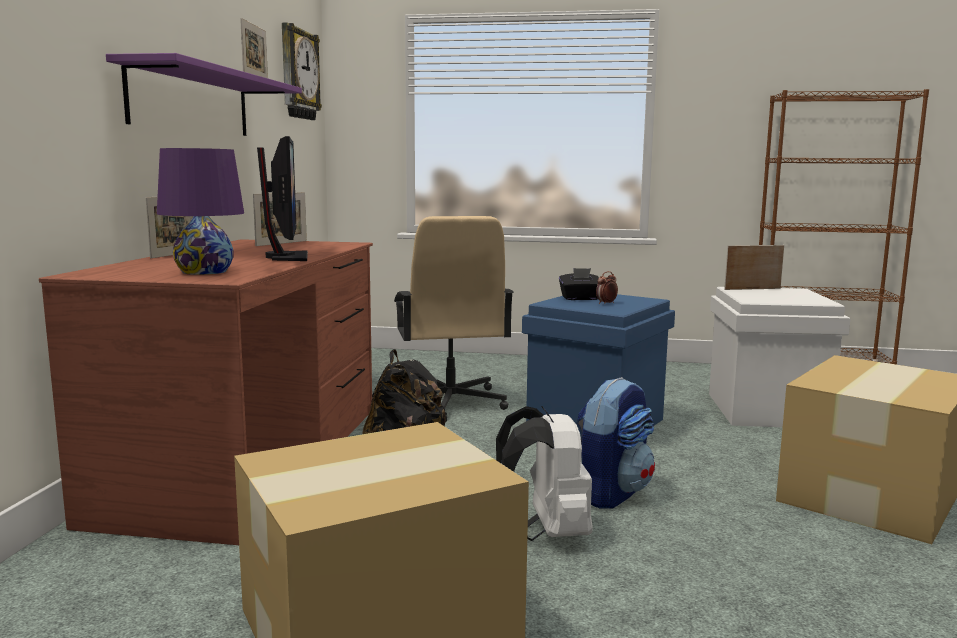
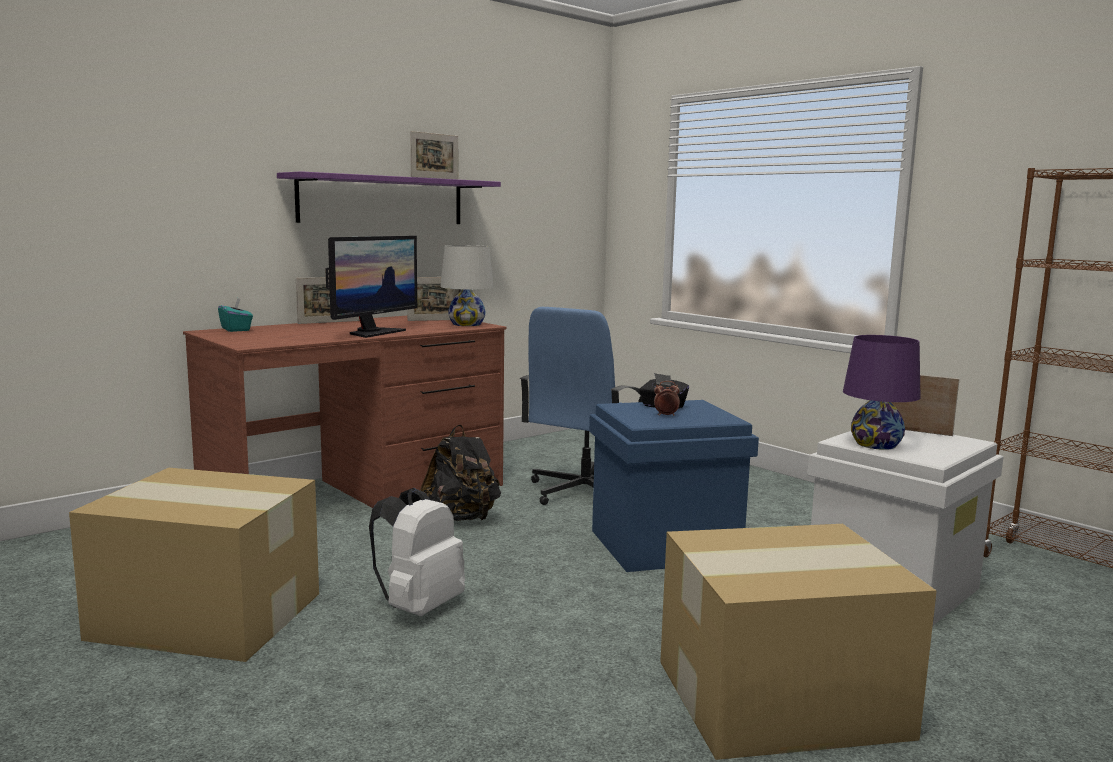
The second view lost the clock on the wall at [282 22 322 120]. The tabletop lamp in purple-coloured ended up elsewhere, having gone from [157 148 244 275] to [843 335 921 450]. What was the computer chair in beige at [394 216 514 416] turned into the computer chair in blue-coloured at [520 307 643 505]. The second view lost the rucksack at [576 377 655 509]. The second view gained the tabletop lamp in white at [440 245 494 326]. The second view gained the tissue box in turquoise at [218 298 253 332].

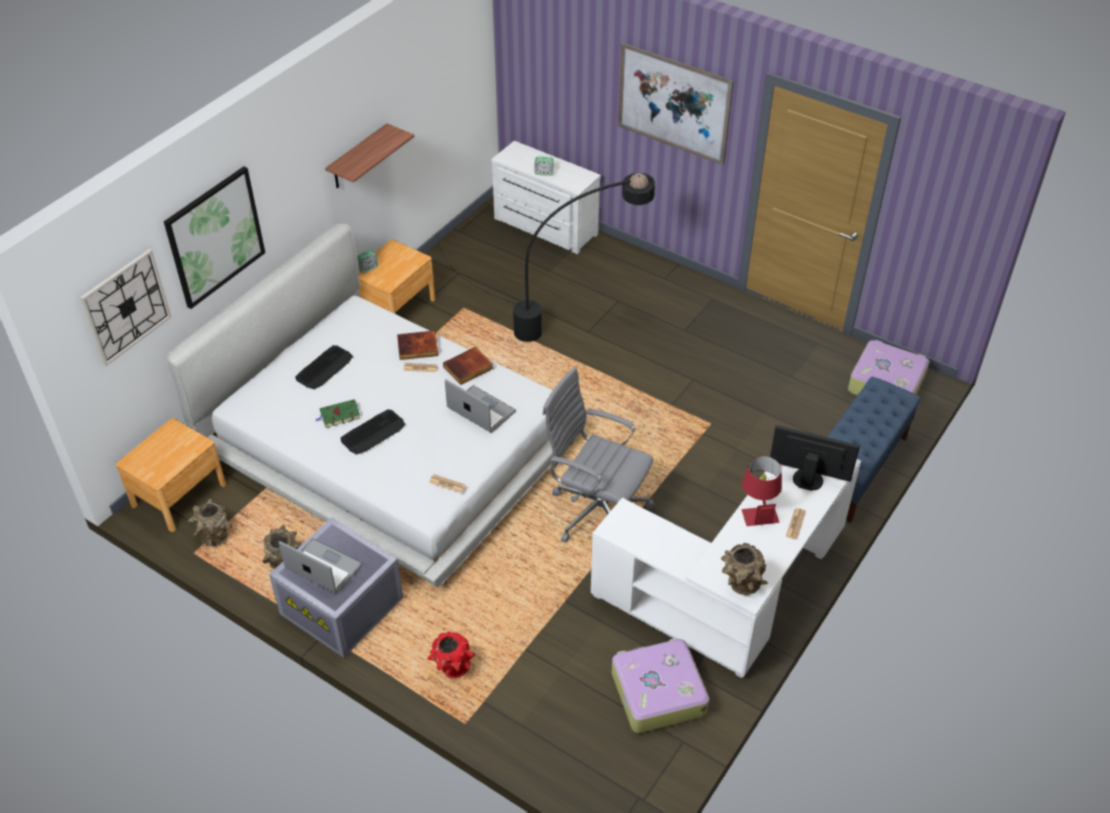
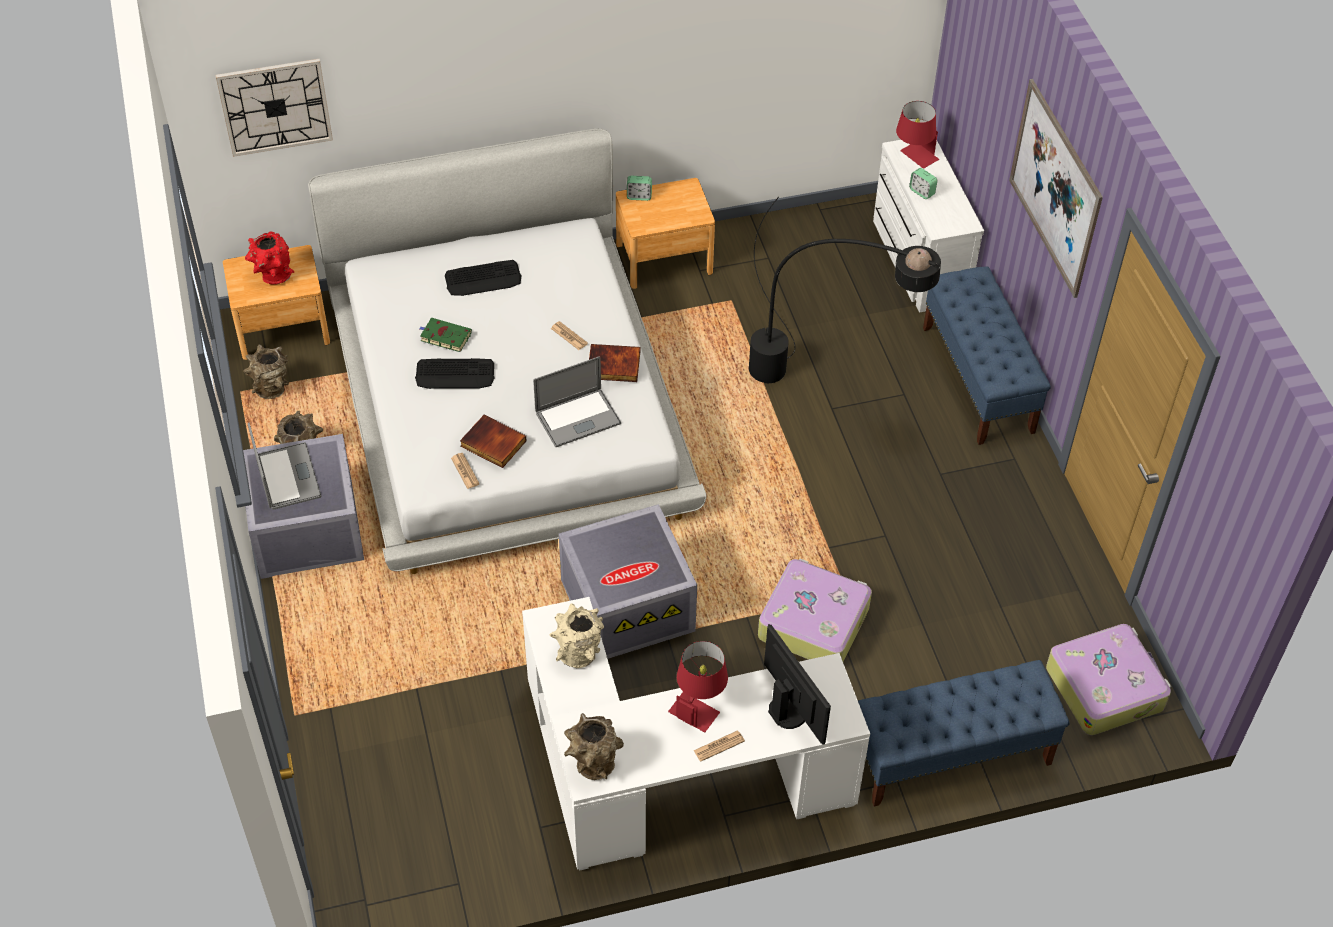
The second view lost the wall shelf at [325 123 414 188]. The second view lost the wall art at [164 166 265 309]. The volume ended up elsewhere, having gone from [397 331 439 360] to [460 415 526 468]. Where the computer chair in grey stood at [542 367 655 543], the storage box in grey came to stand at [559 504 697 659]. The portable computer at [445 379 516 433] ended up facing another way, 75 degrees clockwise from before. The flower vase in reddish ended up elsewhere, having gone from [428 631 475 678] to [245 231 294 285]. The suitcase ended up elsewhere, having gone from [612 638 709 733] to [758 558 872 662]. The second view gained the tabletop lamp in reddish at [896 101 939 169]. The second view gained the bench in blue-coloured at [923 266 1051 445]. The second view gained the flower vase in beige at [549 603 604 668].

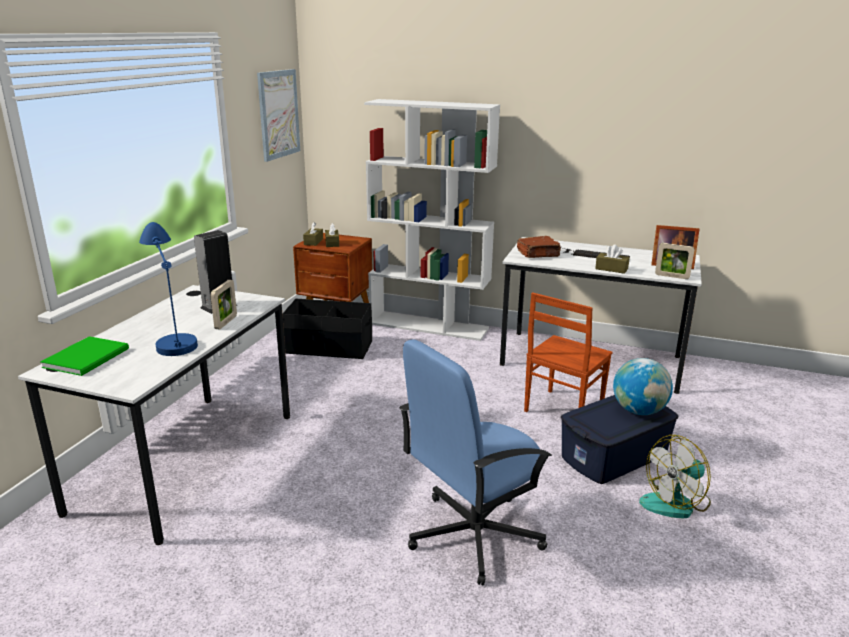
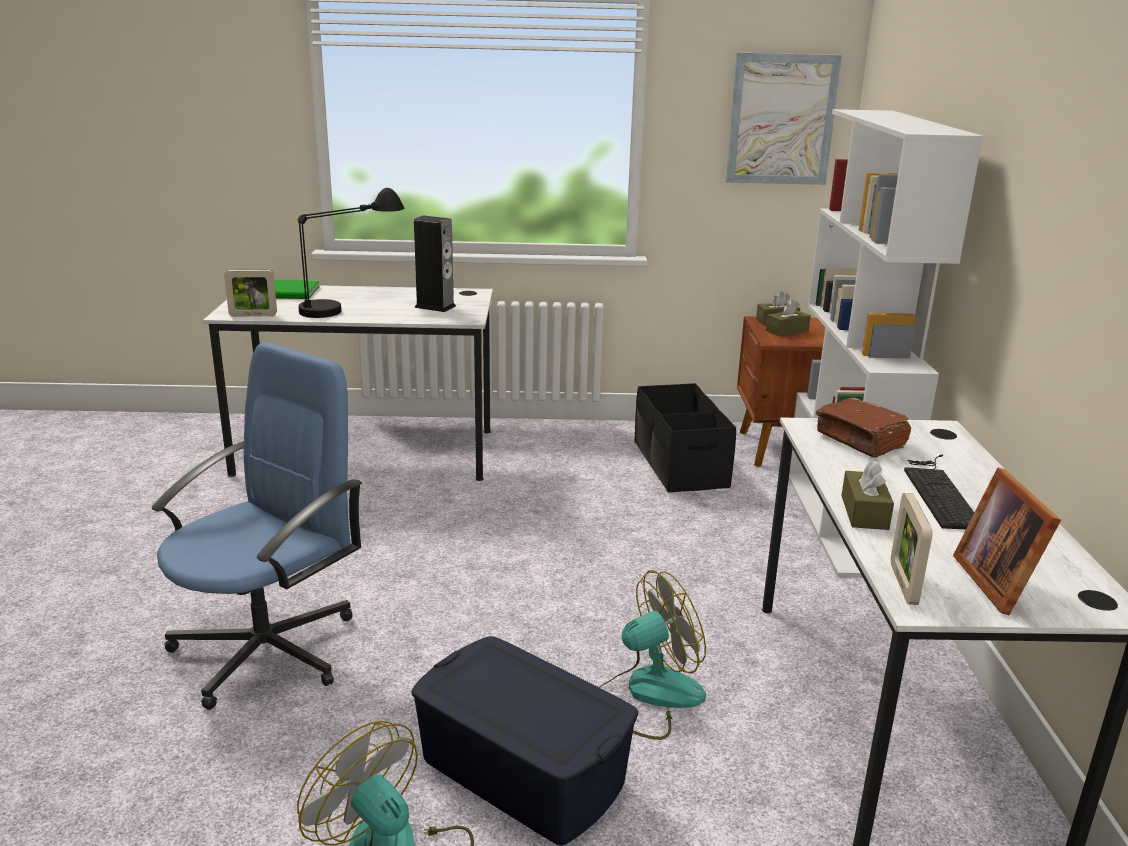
What was the tabletop lamp in blue-coloured at [139 222 198 356] turned into the tabletop lamp in blackish at [298 188 405 318]. The standing frame ended up elsewhere, having gone from [211 280 237 329] to [224 270 277 317]. Where the plain chair in brownish stood at [524 292 613 412], the fan came to stand at [599 570 706 740]. The computer chair in blue-coloured at [399 339 552 585] ended up facing another way, 90 degrees clockwise from before. The second view lost the desk globe at [613 358 673 415].

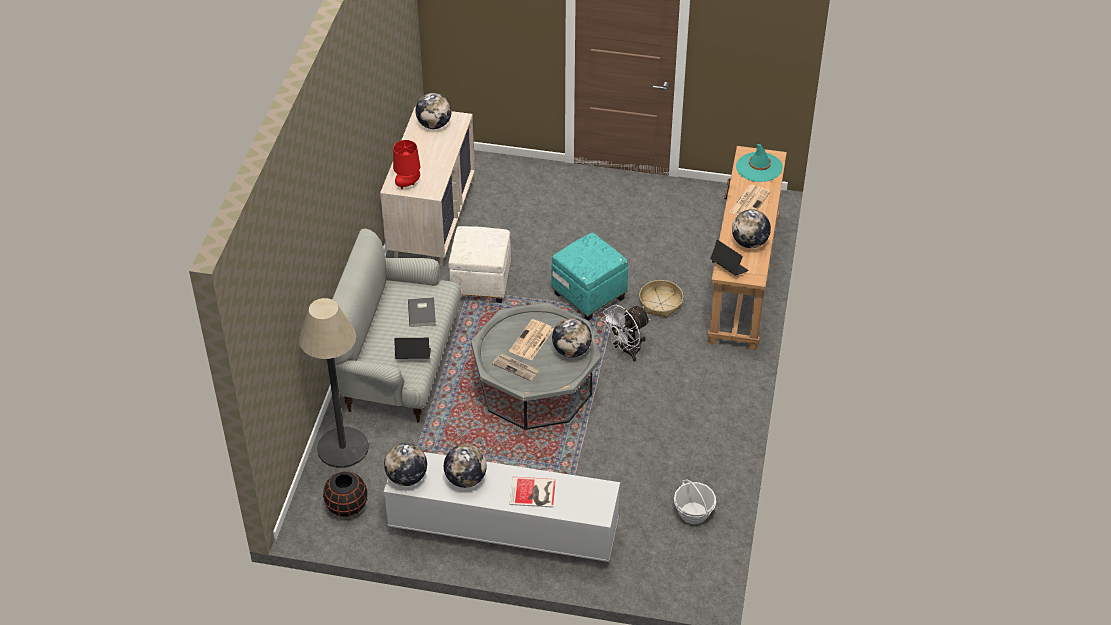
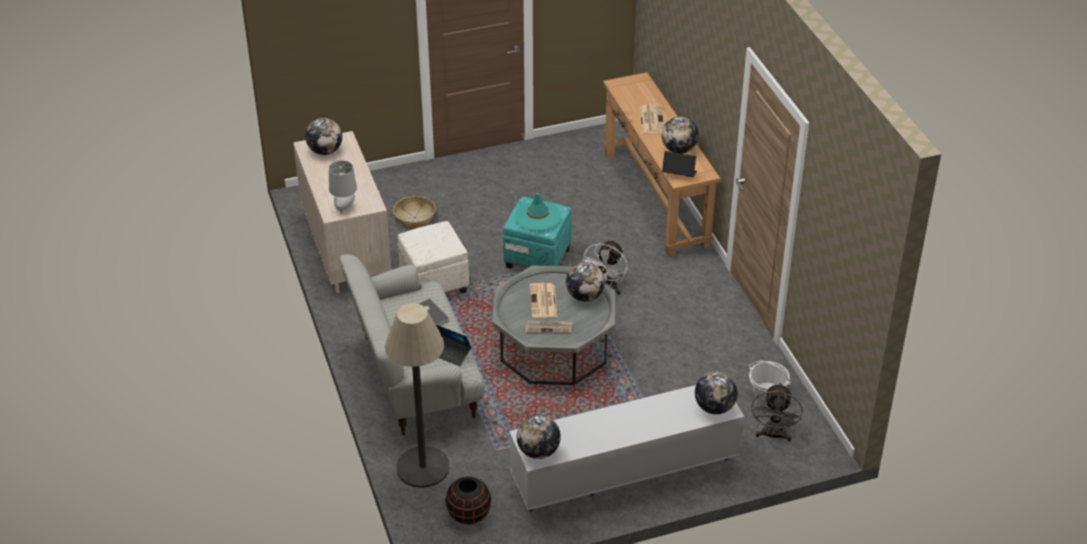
What was the tabletop lamp in reddish at [393 140 420 189] turned into the tabletop lamp in grey at [329 160 357 213]. The hat in turquoise ended up elsewhere, having gone from [736 144 783 182] to [514 193 561 231]. The household basket ended up elsewhere, having gone from [639 280 683 318] to [393 196 435 230]. The portable computer at [394 338 431 359] ended up facing another way, 120 degrees counterclockwise from before. The desk globe ended up elsewhere, having gone from [444 444 487 488] to [695 371 738 414]. The second view lost the volume at [510 477 556 508]. The second view gained the fan in grey at [751 383 803 442].

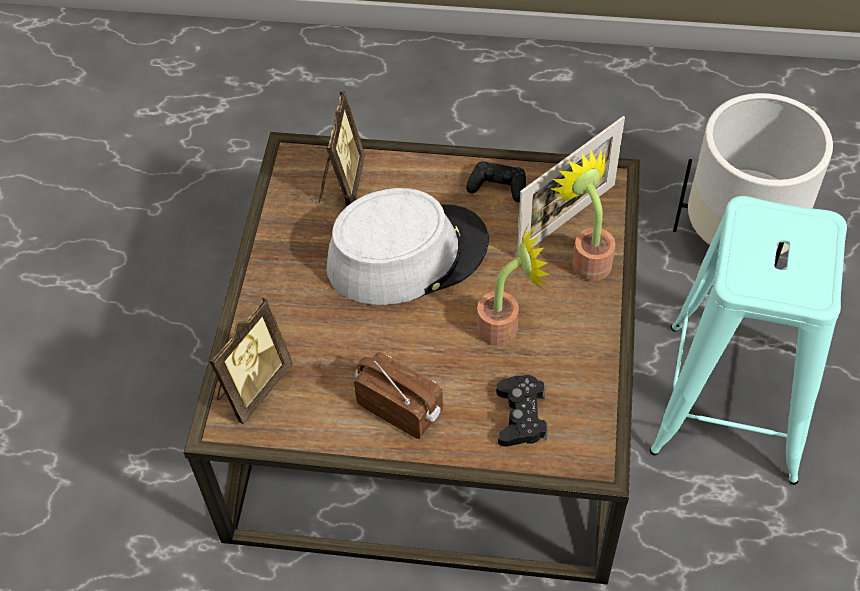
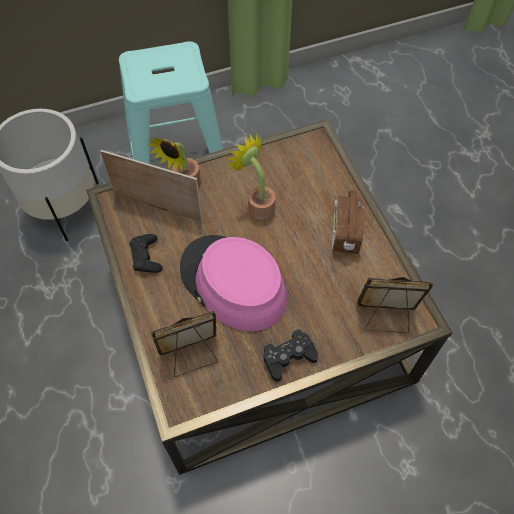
What was the hat in grey at [326 188 489 305] turned into the hat in pink-coloured at [180 235 287 331]. The gamepad in blackish ended up elsewhere, having gone from [496 375 548 447] to [263 329 318 382].

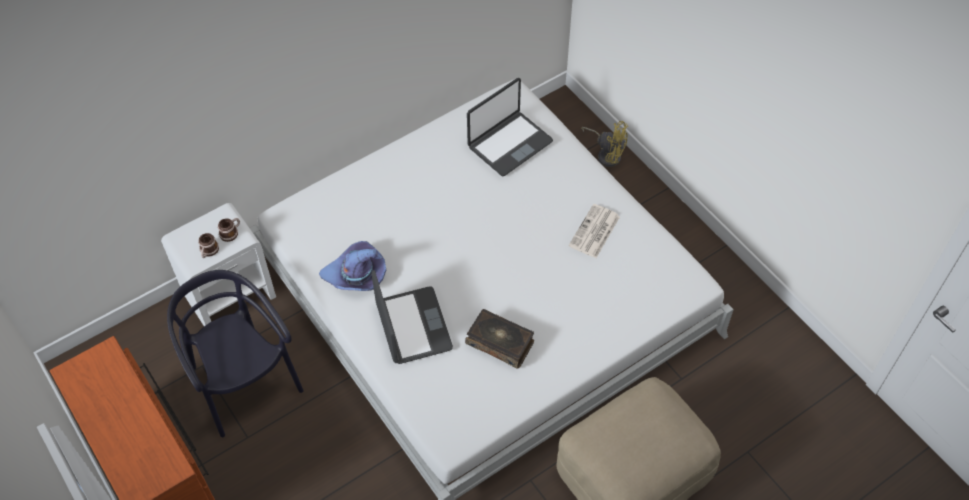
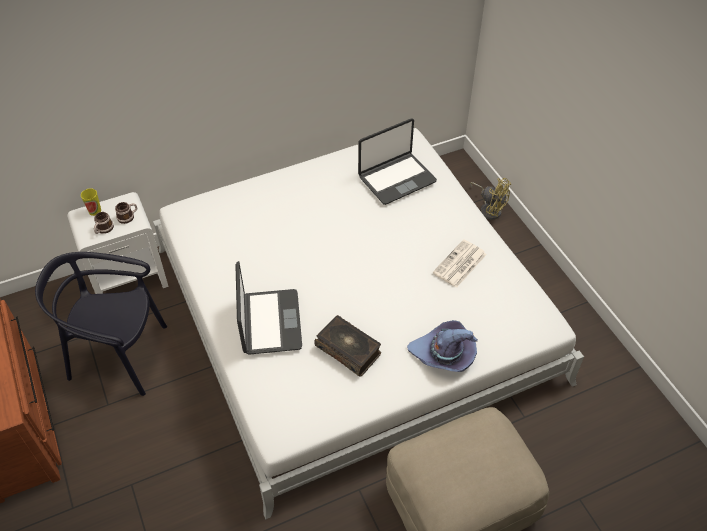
The hat in purple-coloured ended up elsewhere, having gone from [319 241 386 291] to [407 320 478 372]. The plain chair in blackish at [167 270 303 437] ended up facing another way, 60 degrees counterclockwise from before. The second view gained the small cup at [81 188 101 216].

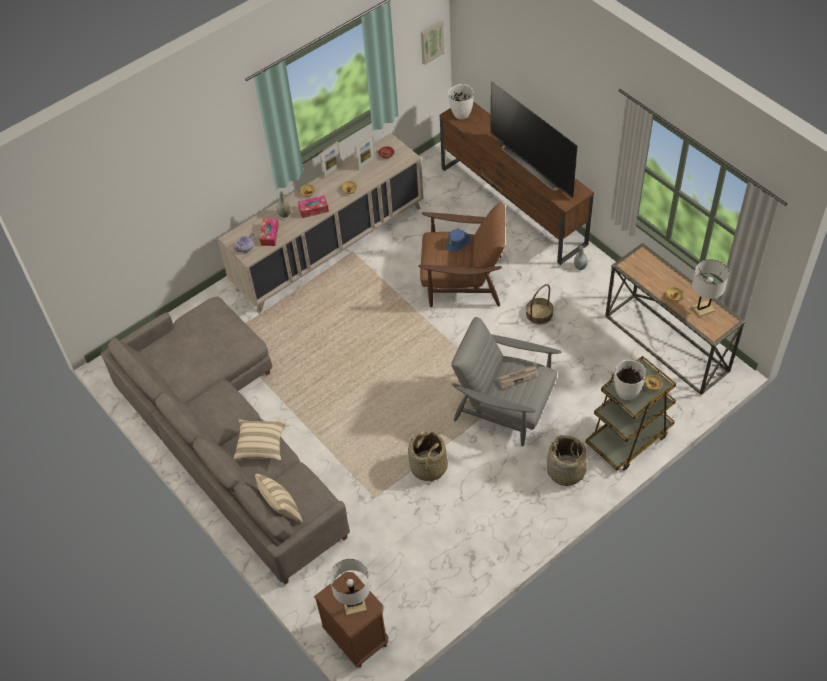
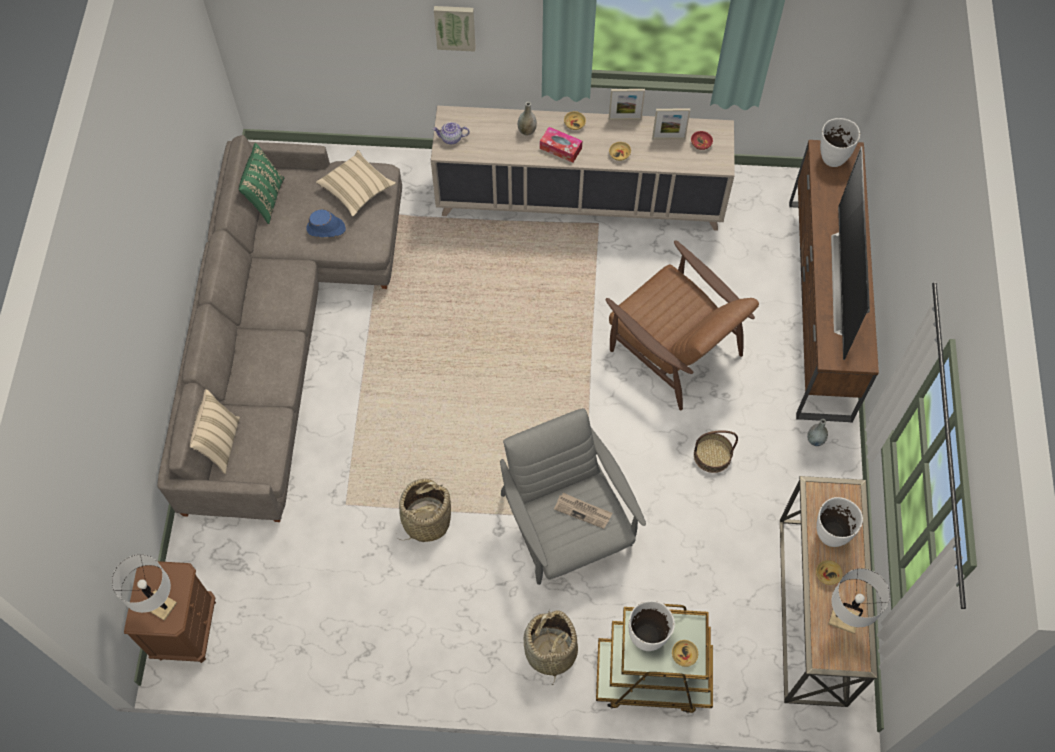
The wall art ended up elsewhere, having gone from [421 21 445 65] to [434 6 476 52]. The second view lost the tissue box at [260 218 279 246]. The hat in blue-coloured ended up elsewhere, having gone from [446 229 471 252] to [306 210 346 237]. The cushion in beige ended up elsewhere, having gone from [233 419 286 461] to [316 150 396 216]. The second view gained the cushion in green-coloured at [238 143 284 224]. The second view gained the flower vase in white at [816 497 863 547].

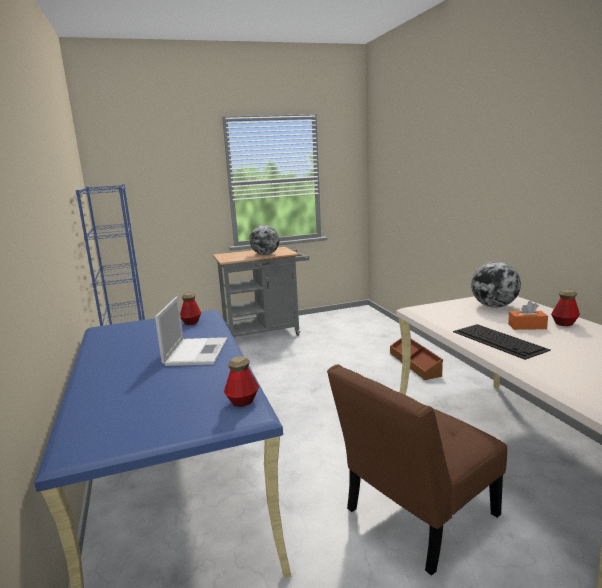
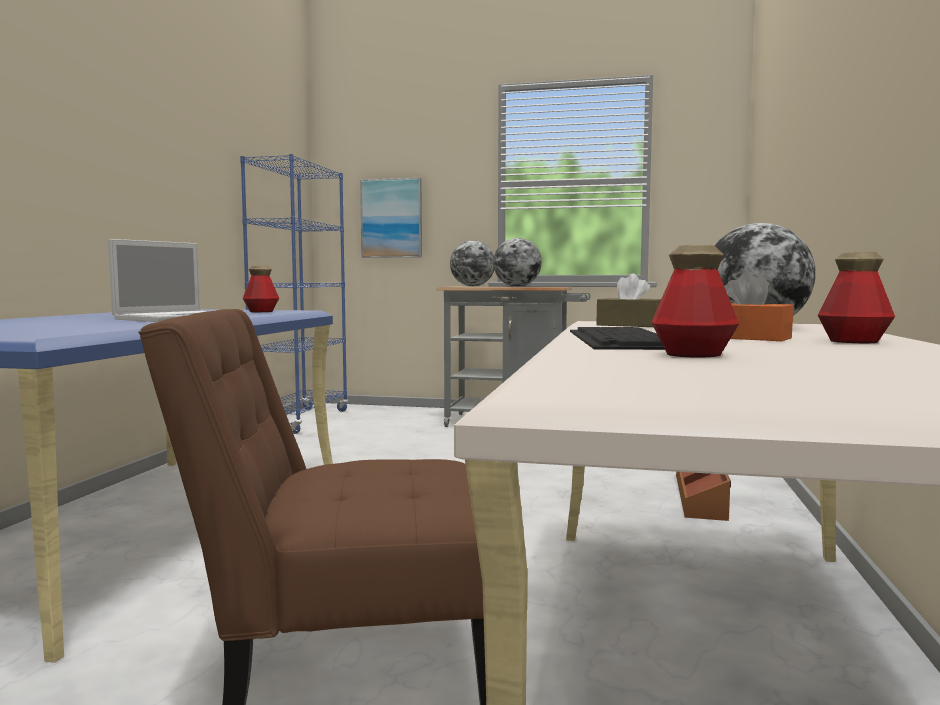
The beverage bottle ended up elsewhere, having gone from [224 356 259 407] to [651 245 739 357]. The second view gained the wall art at [360 178 422 258]. The second view gained the desk globe at [450 240 494 286]. The second view gained the tissue box in brownish at [596 273 661 327].

